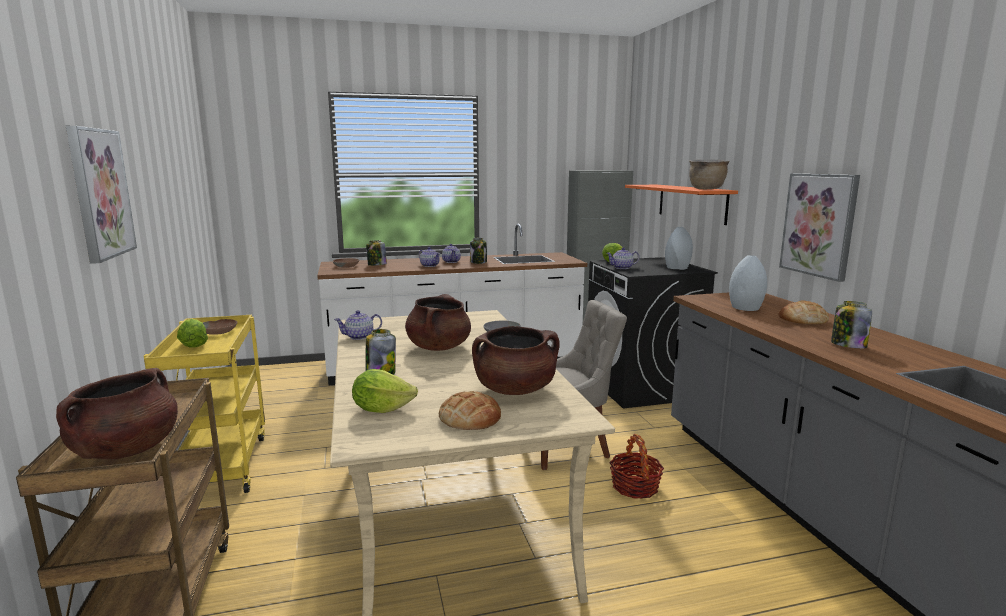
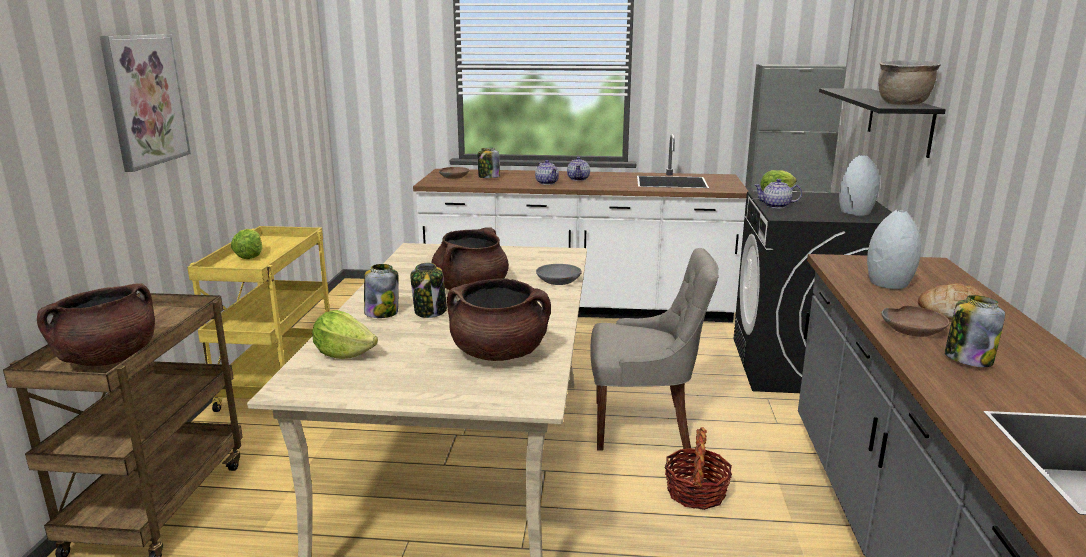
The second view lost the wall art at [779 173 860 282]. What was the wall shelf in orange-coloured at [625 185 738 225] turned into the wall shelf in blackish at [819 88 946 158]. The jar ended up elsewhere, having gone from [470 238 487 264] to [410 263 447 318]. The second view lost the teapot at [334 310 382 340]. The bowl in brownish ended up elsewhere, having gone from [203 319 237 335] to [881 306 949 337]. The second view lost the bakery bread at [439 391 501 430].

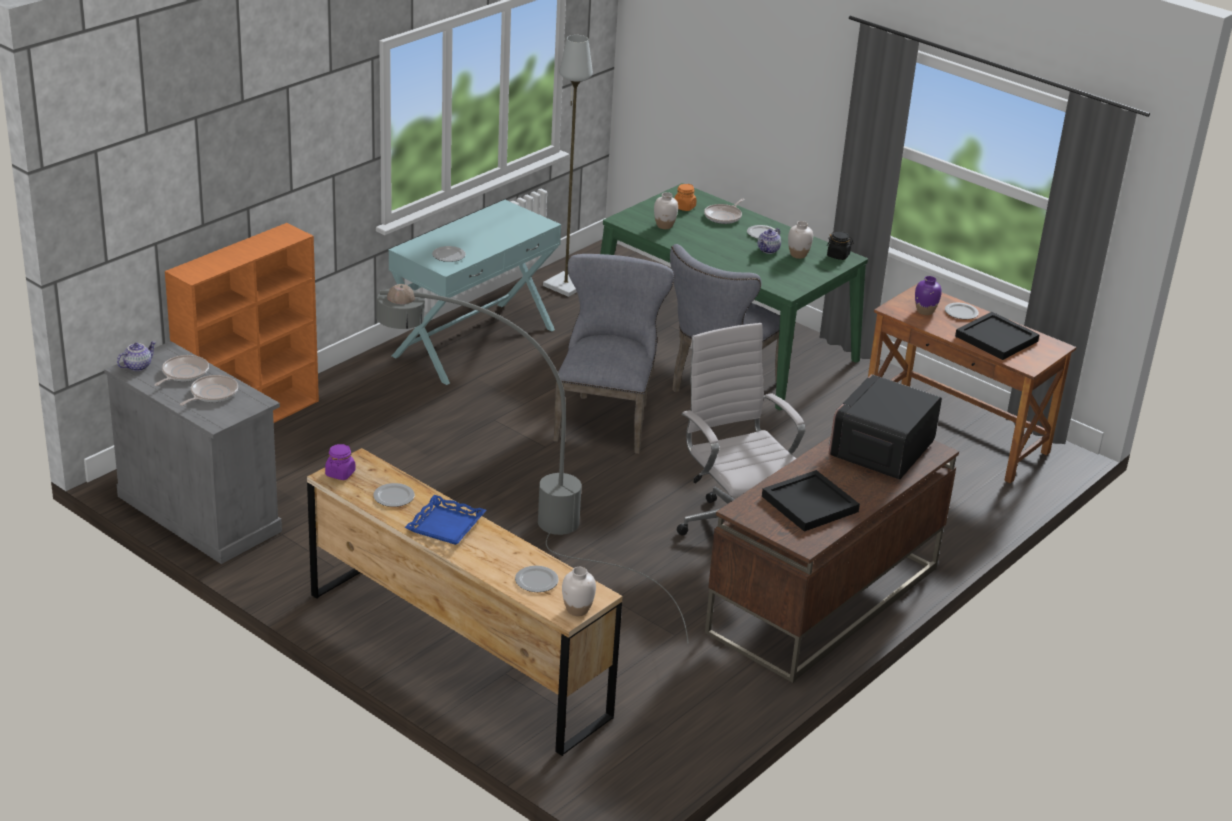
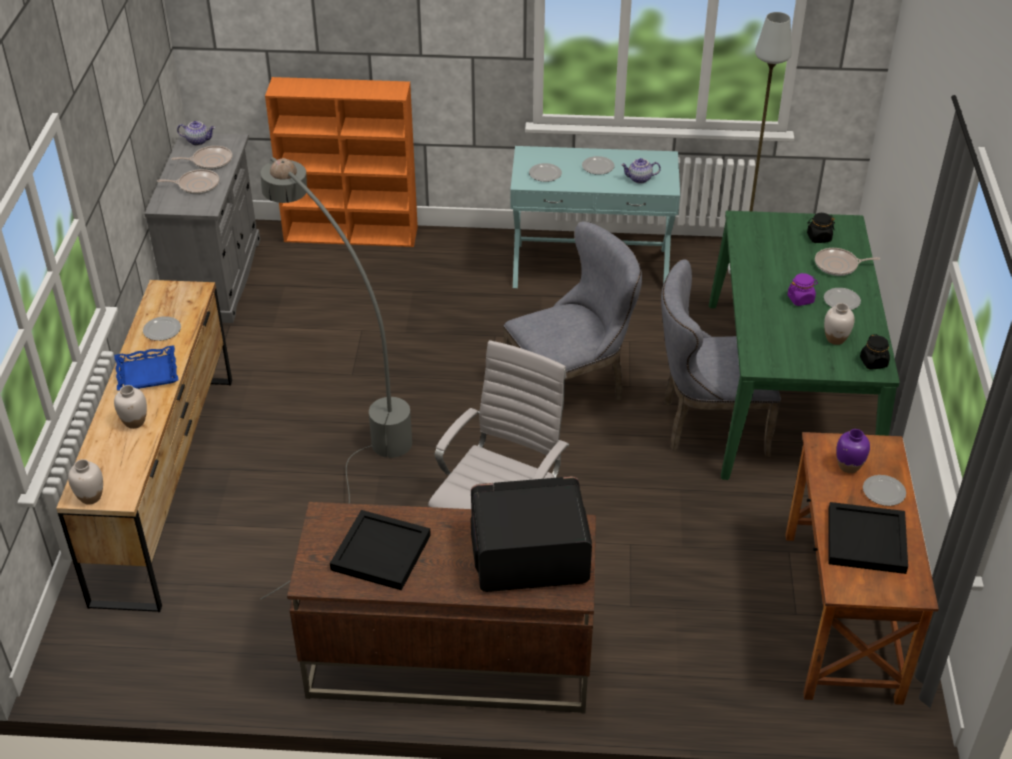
What was the jar in orange-coloured at [674 184 697 211] turned into the jar in blackish at [807 213 835 243]. The flower vase in white ended up elsewhere, having gone from [654 192 678 229] to [114 385 147 429]. The teapot ended up elsewhere, having gone from [758 228 781 254] to [621 158 661 184]. The jar in purple-coloured ended up elsewhere, having gone from [325 444 356 480] to [787 273 818 306]. The dinner plate ended up elsewhere, having gone from [515 566 559 592] to [582 156 615 175].

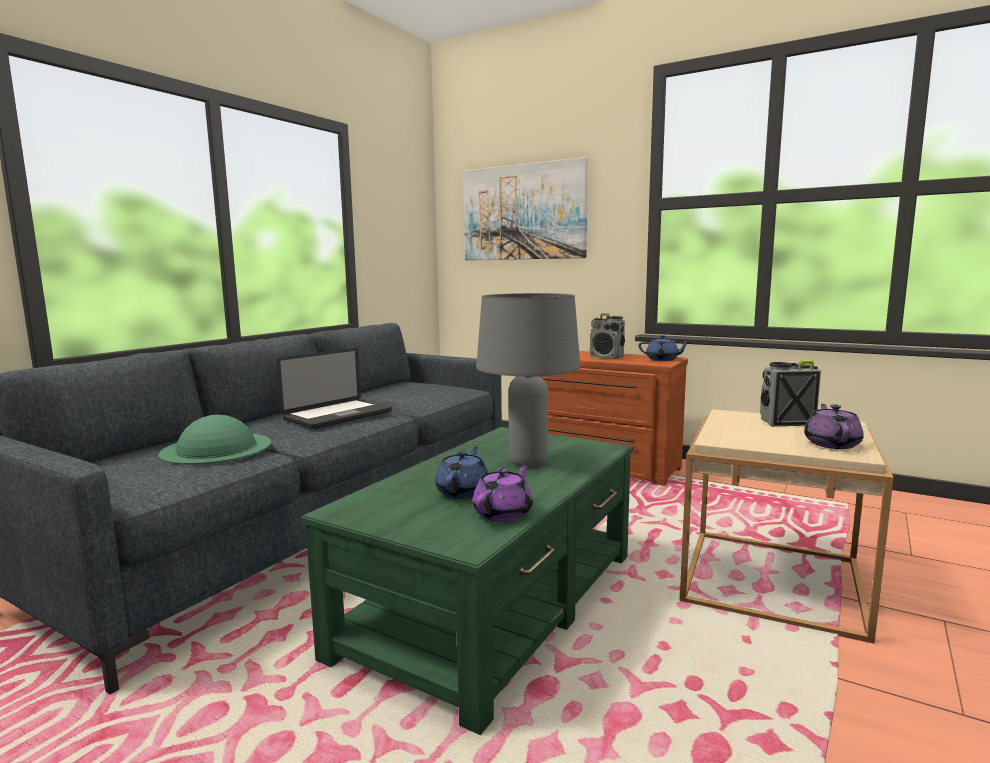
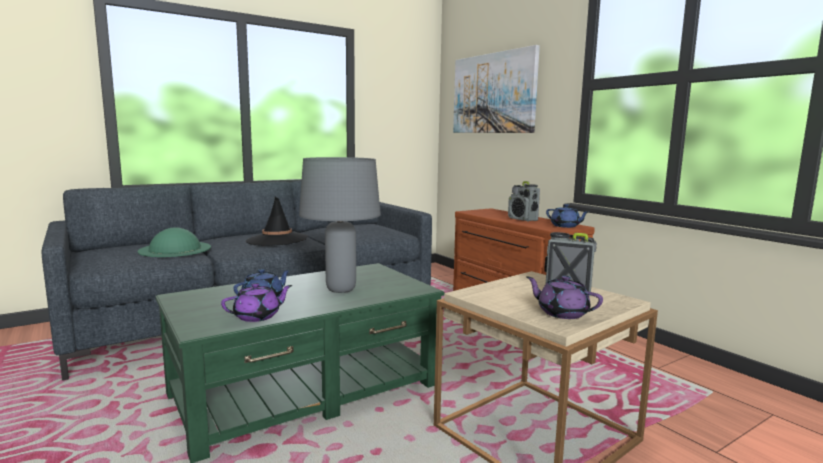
Where the portable computer stood at [277 348 392 429], the hat in blackish came to stand at [246 197 308 246]. The teapot in purple-coloured at [804 404 864 449] ended up facing another way, 90 degrees counterclockwise from before.

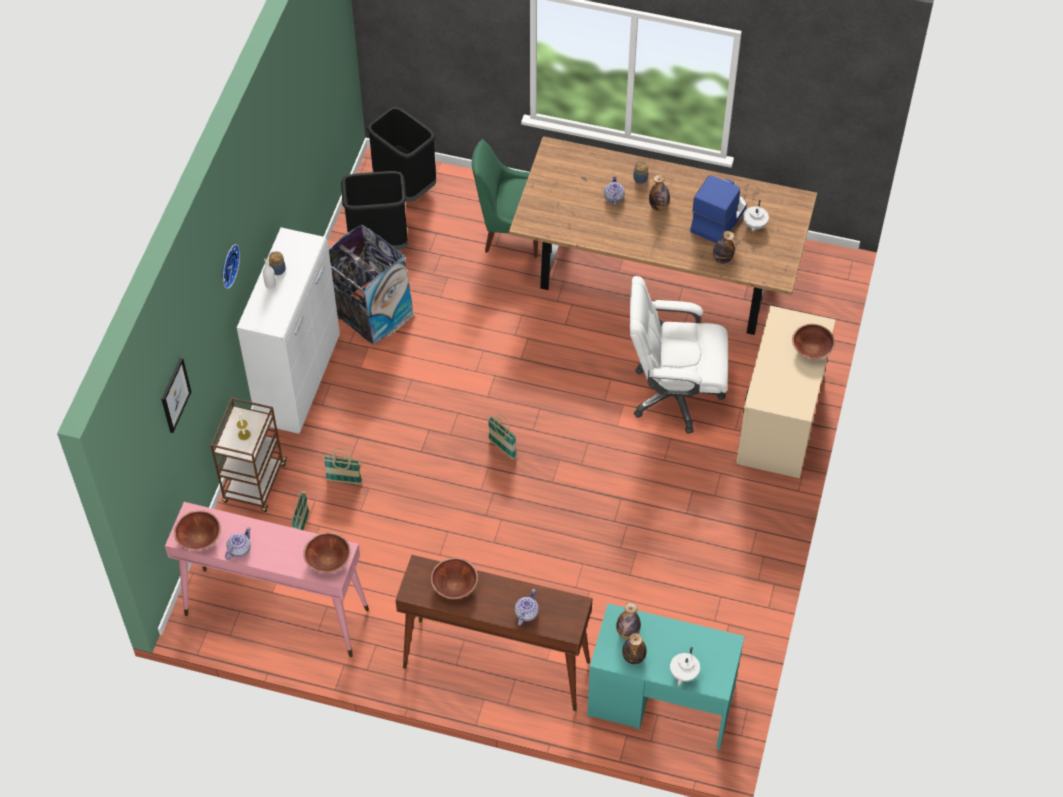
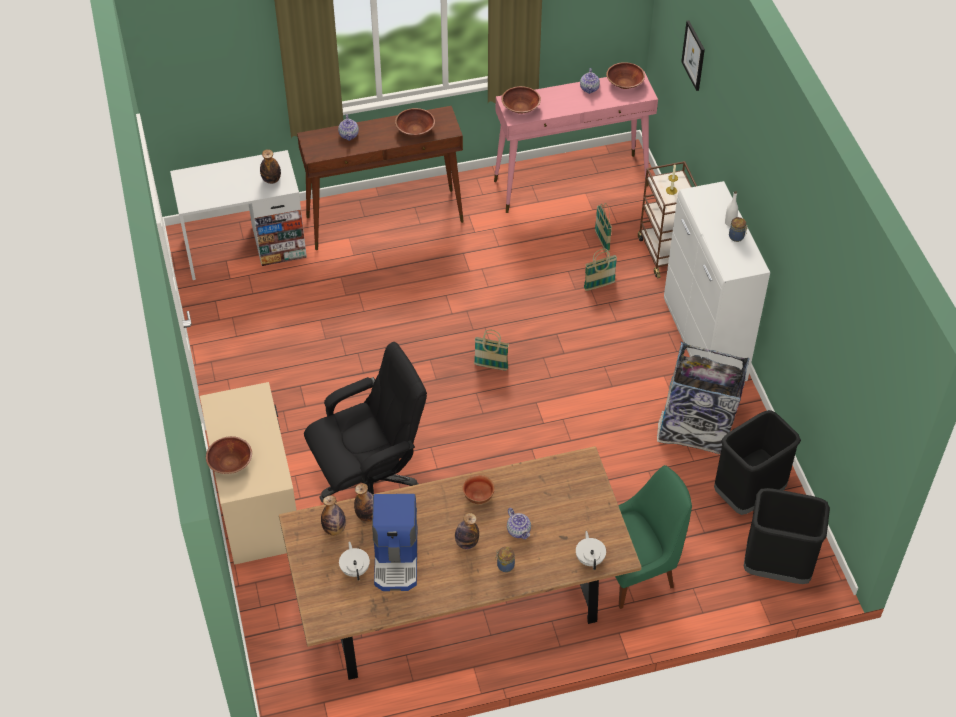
The second view lost the clock on the wall at [222 244 240 289]. What was the computer chair in white at [630 276 728 434] turned into the computer chair in blackish at [304 342 427 502]. What was the desk unit in turquoise at [587 603 745 749] turned into the desk unit in white at [170 150 307 280]. The beverage bottle ended up elsewhere, having gone from [622 633 647 664] to [321 495 346 536]. The teapot in white ended up elsewhere, having gone from [670 647 700 687] to [576 531 606 570]. The second view gained the bowl at [462 475 495 504].

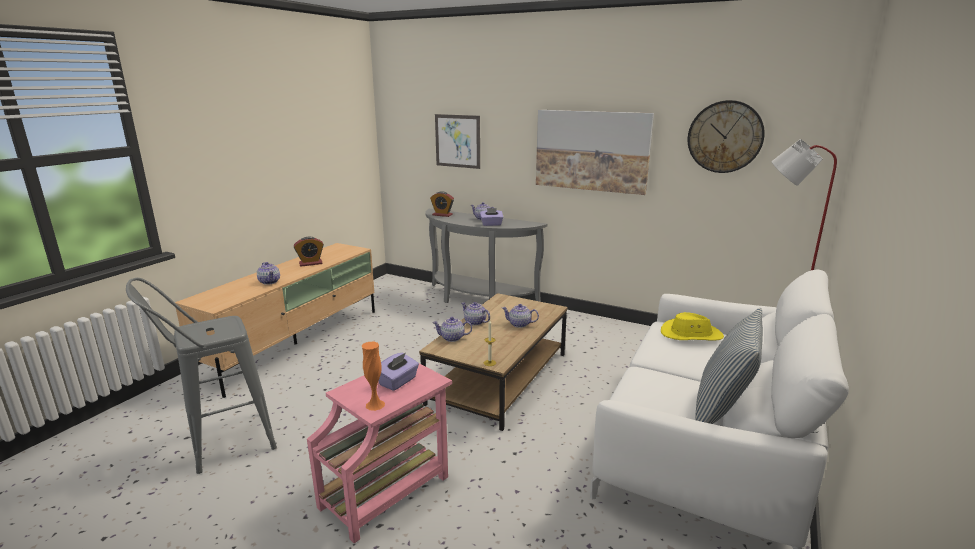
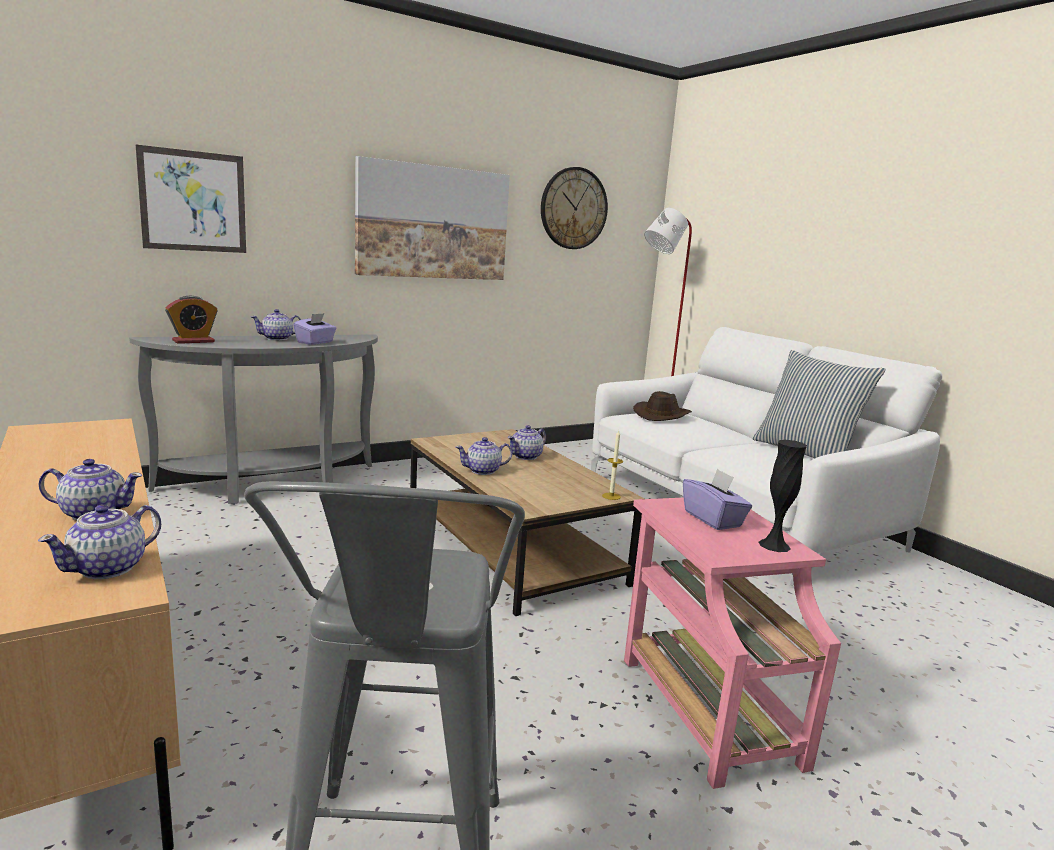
The second view lost the bedside clock at [294 237 324 267]. What was the hat in yellow at [661 312 724 340] turned into the hat in brownish at [633 391 692 421]. The teapot ended up elsewhere, having gone from [432 317 472 342] to [38 504 161 579]. What was the flower vase in orange-coloured at [362 342 385 411] turned into the flower vase in blackish at [759 440 807 552].

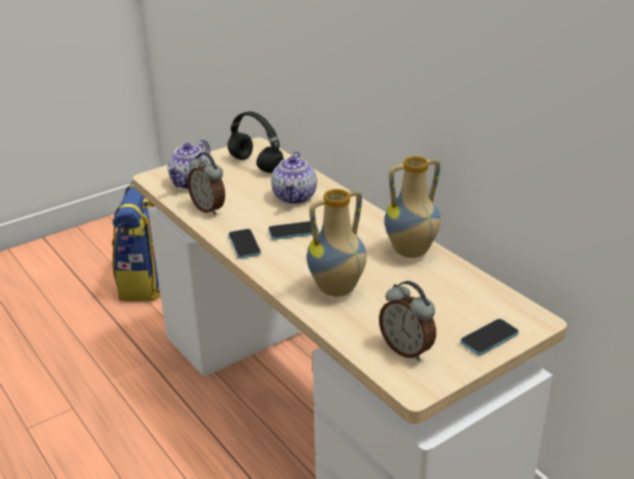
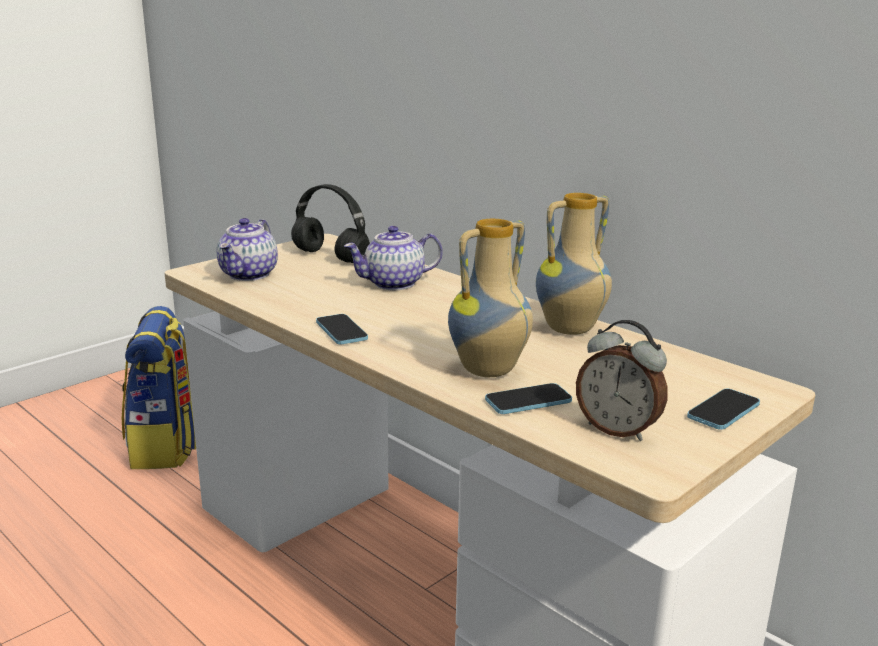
The teapot at [271 151 317 204] ended up facing another way, 75 degrees clockwise from before. The second view lost the bedside clock at [188 152 225 215]. The handset ended up elsewhere, having gone from [268 221 319 240] to [485 383 572 414].

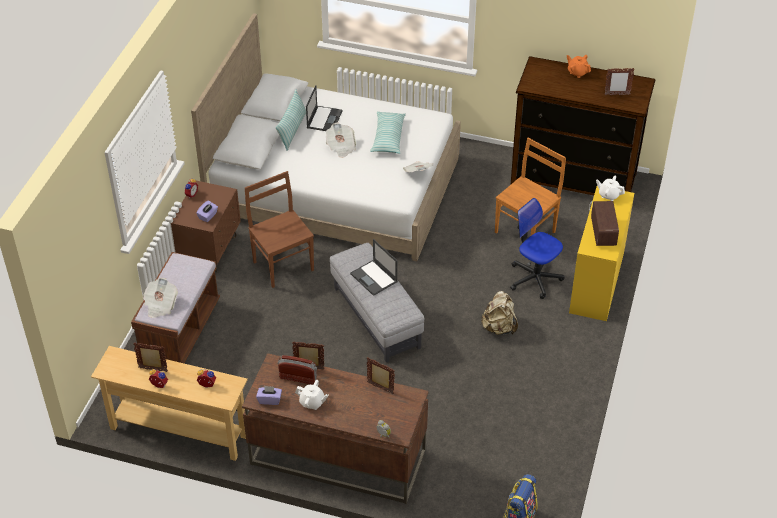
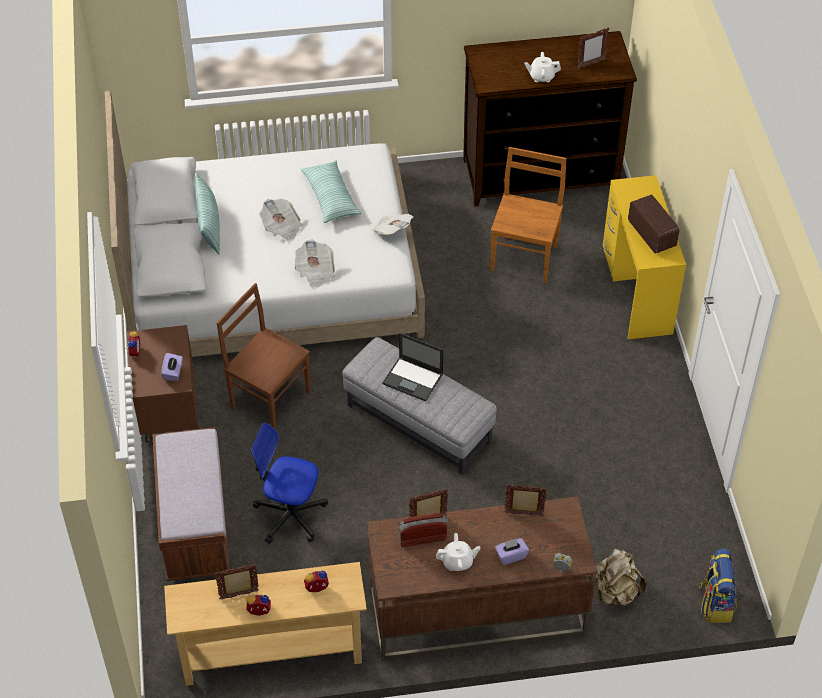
The second view lost the teapot in orange-coloured at [567 55 591 78]. The second view lost the portable computer at [306 85 342 131]. The teapot in white ended up elsewhere, having gone from [596 176 625 201] to [524 52 561 82]. The computer chair ended up elsewhere, having gone from [510 198 565 299] to [251 423 328 544]. The daily paper ended up elsewhere, having gone from [143 278 178 318] to [294 240 335 289]. The rucksack in beige ended up elsewhere, having gone from [481 291 518 335] to [596 549 646 606]. The tissue box in purple-coloured ended up elsewhere, having gone from [256 386 282 405] to [495 538 529 565].

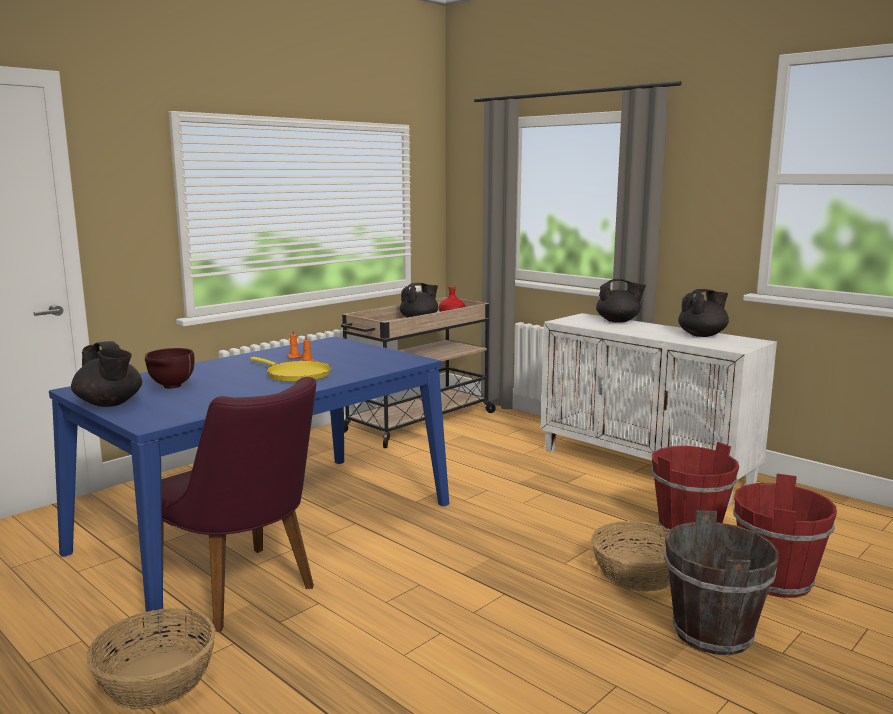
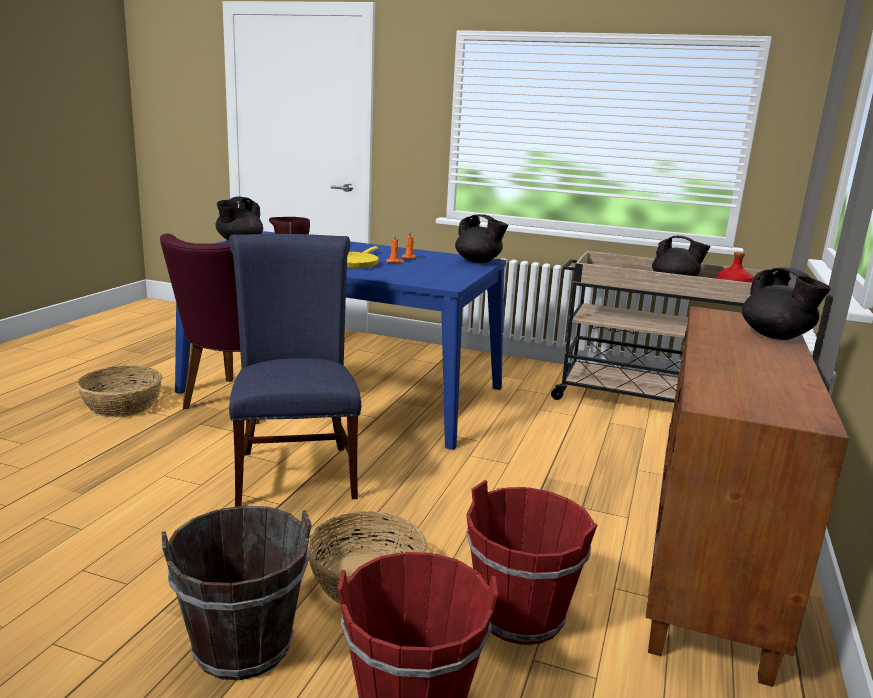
The teapot in blackish ended up elsewhere, having gone from [678 289 729 337] to [455 214 508 263]. What was the cabinet in white at [541 313 777 505] turned into the cabinet in brownish at [645 306 849 687]. The second view gained the plain chair in blue-coloured at [229 234 361 507].

